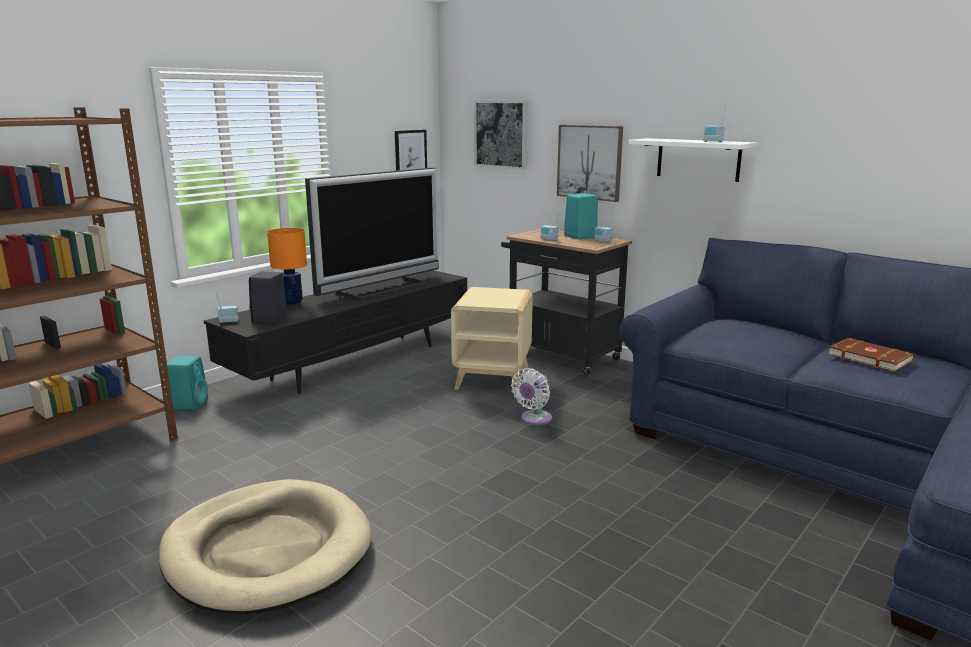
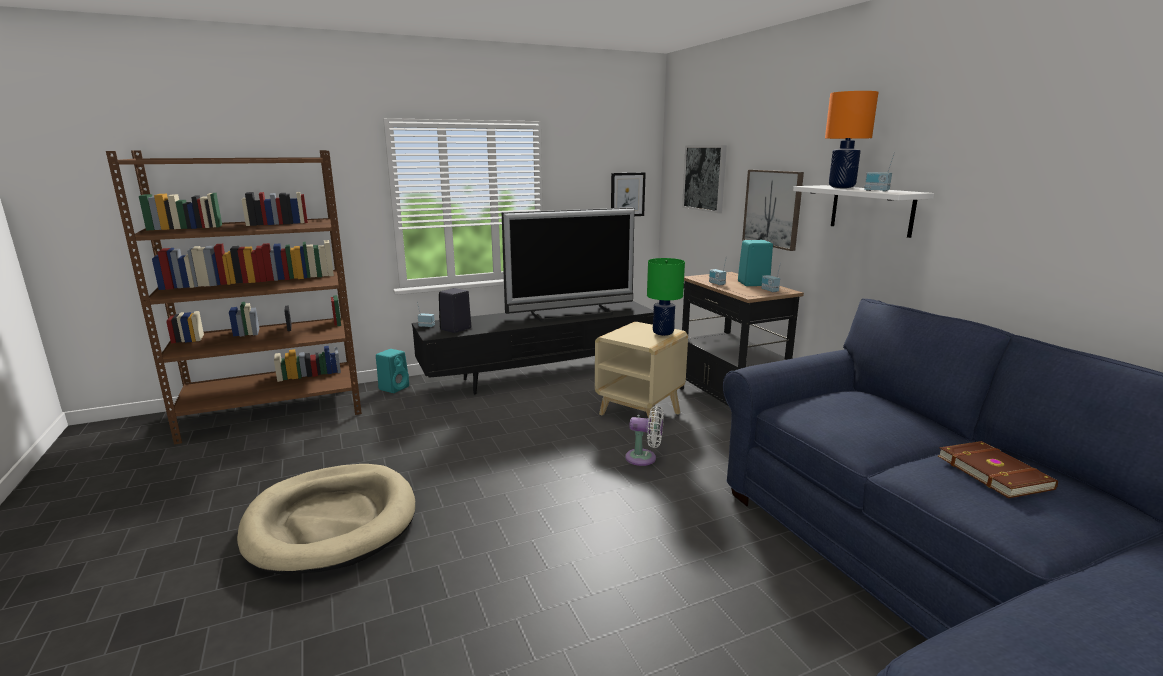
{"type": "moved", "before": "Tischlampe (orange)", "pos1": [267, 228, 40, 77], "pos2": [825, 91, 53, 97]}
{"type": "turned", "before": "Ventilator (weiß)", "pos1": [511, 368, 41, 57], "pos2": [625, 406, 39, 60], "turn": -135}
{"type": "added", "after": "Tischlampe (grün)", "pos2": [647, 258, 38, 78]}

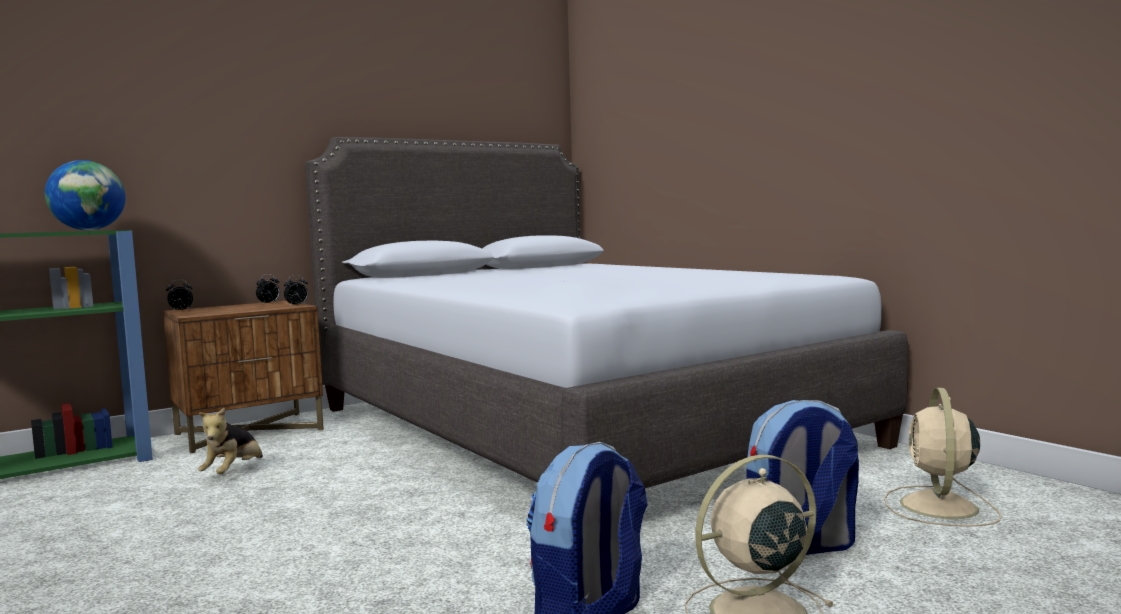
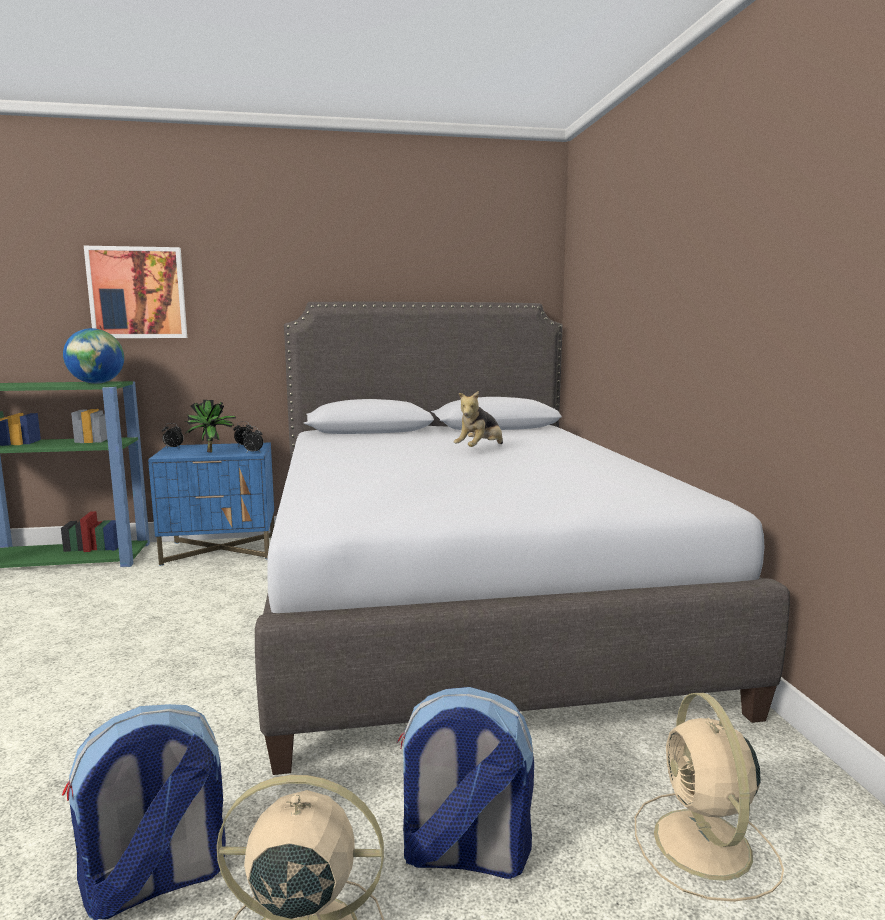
{"type": "recoloured", "before": "Nachttisch (braun)", "after": "Nachttisch (blau)", "pos1": [163, 301, 161, 153], "pos2": [148, 442, 126, 124]}
{"type": "turned", "before": "Ventilator (beige)", "pos1": [884, 388, 117, 139], "pos2": [635, 693, 149, 209], "turn": -45}
{"type": "moved", "before": "Plüschtier", "pos1": [198, 407, 65, 67], "pos2": [454, 391, 49, 56]}
{"type": "added", "after": "Bild", "pos2": [84, 246, 103, 92]}
{"type": "added", "after": "Topfpflanze", "pos2": [185, 400, 51, 53]}

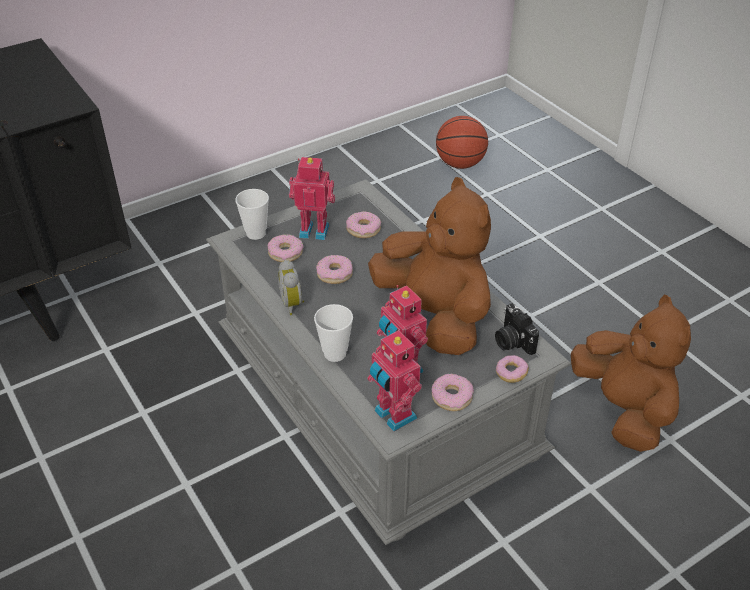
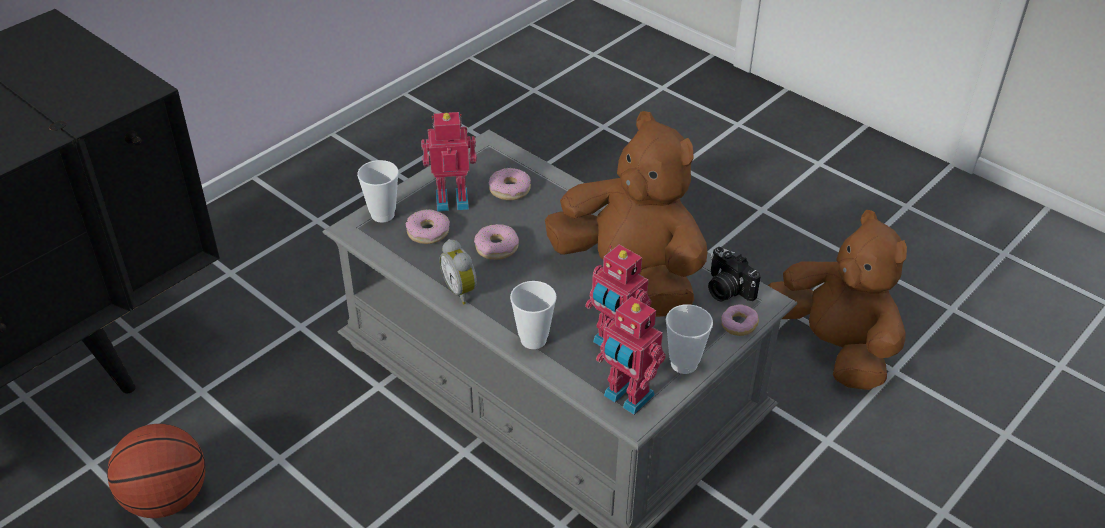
{"type": "moved", "before": "Basketball", "pos1": [436, 116, 52, 53], "pos2": [107, 424, 99, 94]}
{"type": "replaced", "before": "Donut", "after": "Tasse", "pos1": [432, 374, 42, 37], "pos2": [666, 304, 47, 70]}

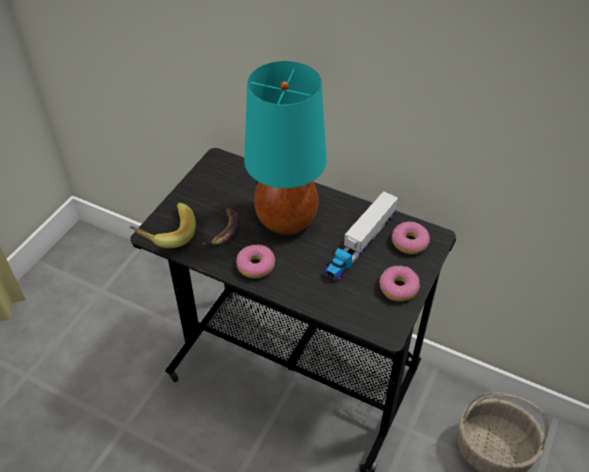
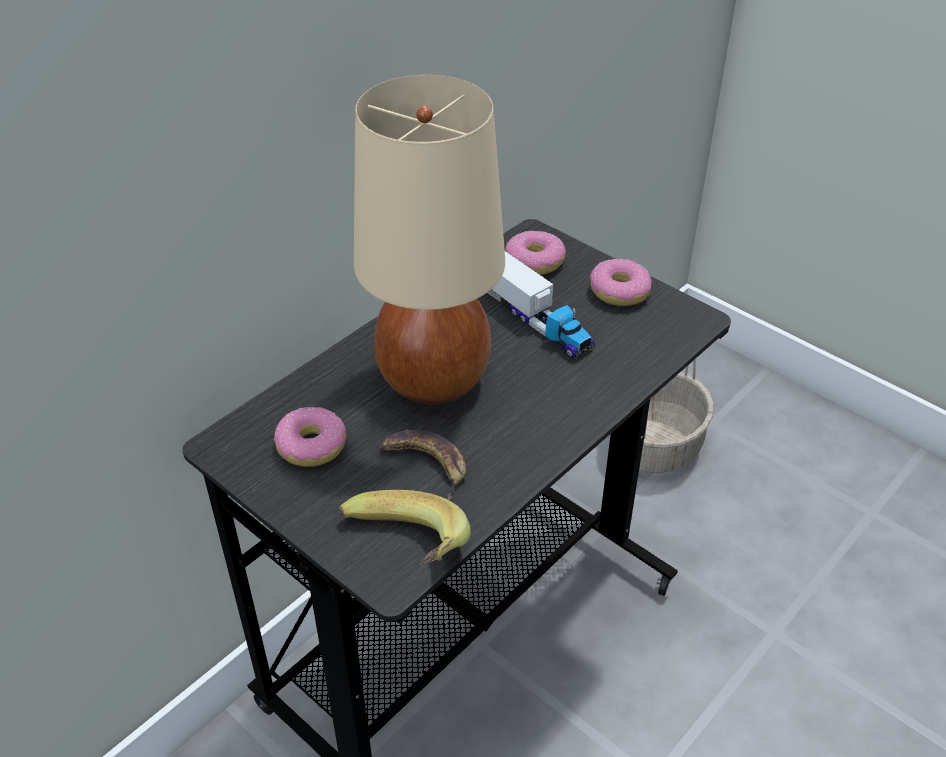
{"type": "recoloured", "before": "Tischlampe (türkis)", "after": "Tischlampe (beige)", "pos1": [244, 61, 83, 174], "pos2": [354, 75, 151, 329]}
{"type": "moved", "before": "Donut", "pos1": [236, 245, 39, 33], "pos2": [274, 407, 72, 60]}

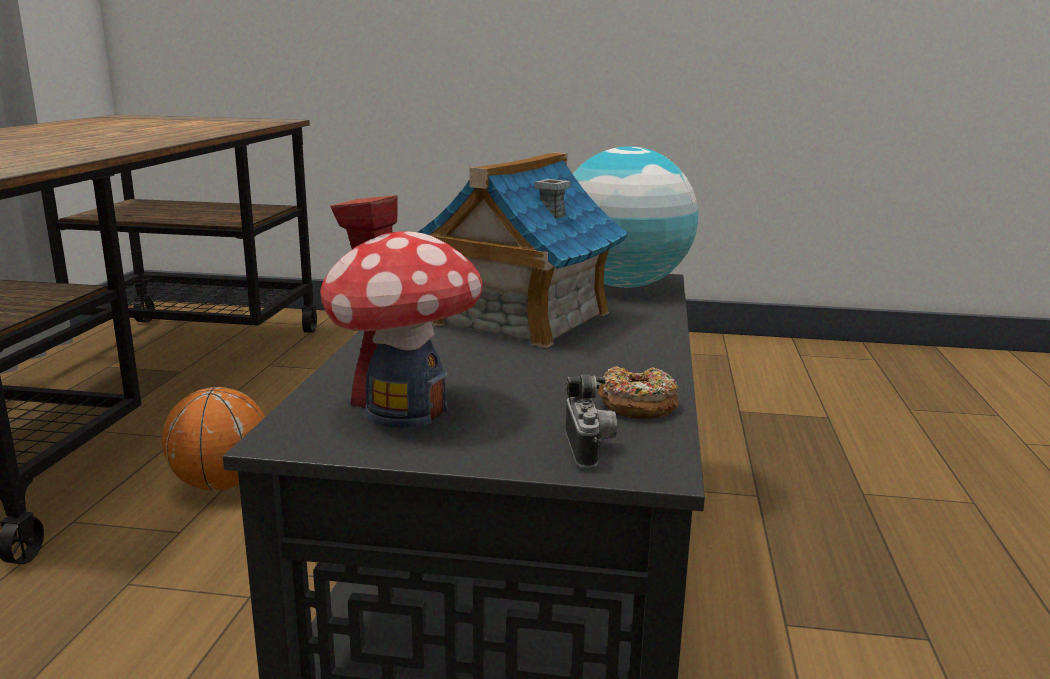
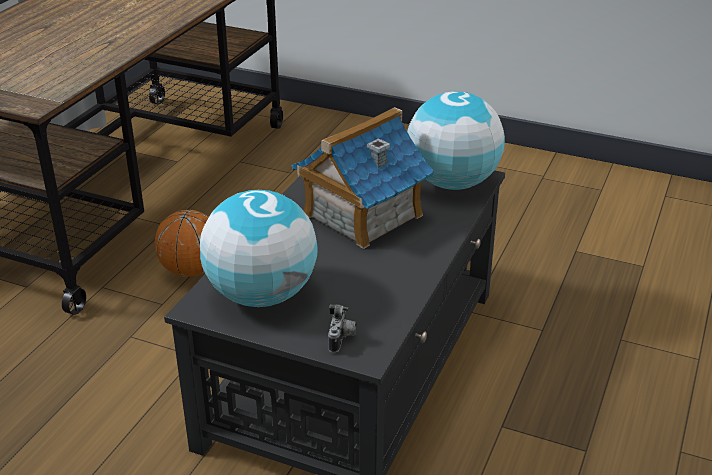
{"type": "replaced", "before": "Spielzeughaus", "after": "Globus", "pos1": [320, 195, 163, 233], "pos2": [200, 190, 118, 117]}
{"type": "removed", "before": "Donut", "pos1": [599, 366, 80, 53]}

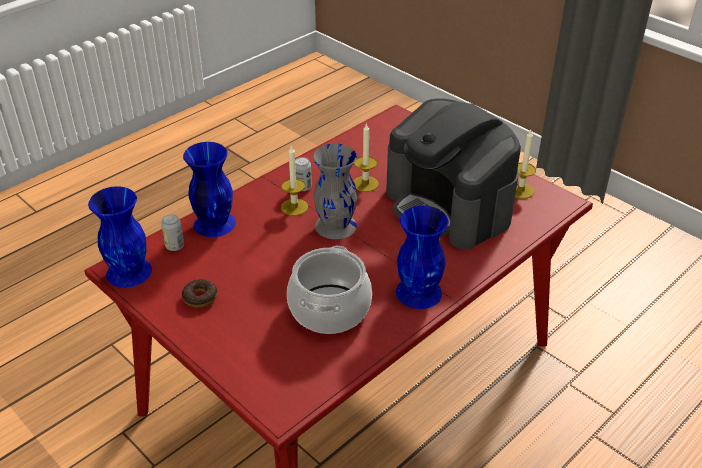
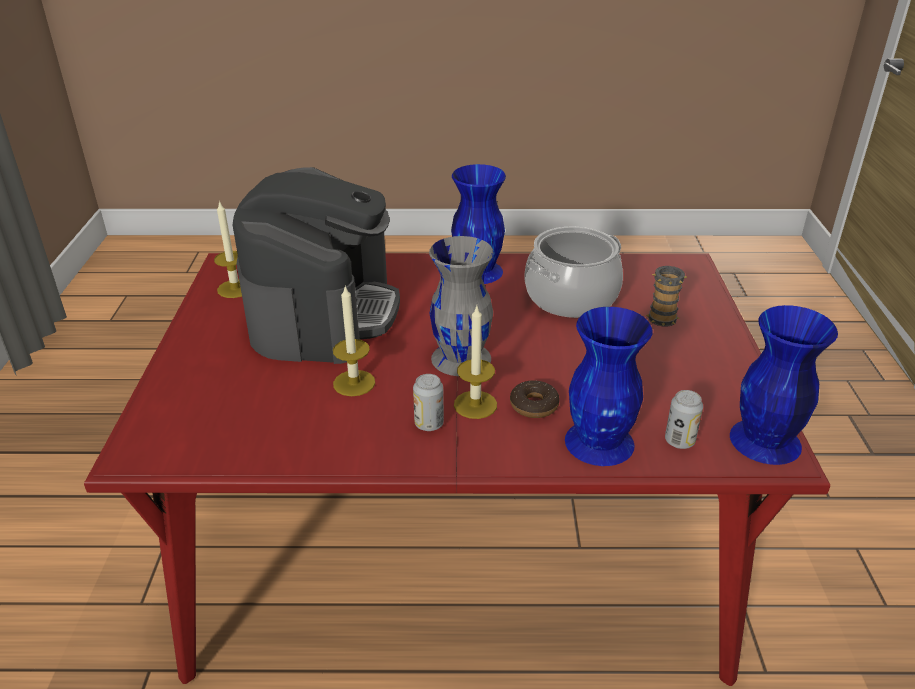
{"type": "moved", "before": "Donut", "pos1": [182, 279, 35, 29], "pos2": [510, 380, 50, 38]}
{"type": "added", "after": "Henkelbecher", "pos2": [646, 266, 41, 61]}

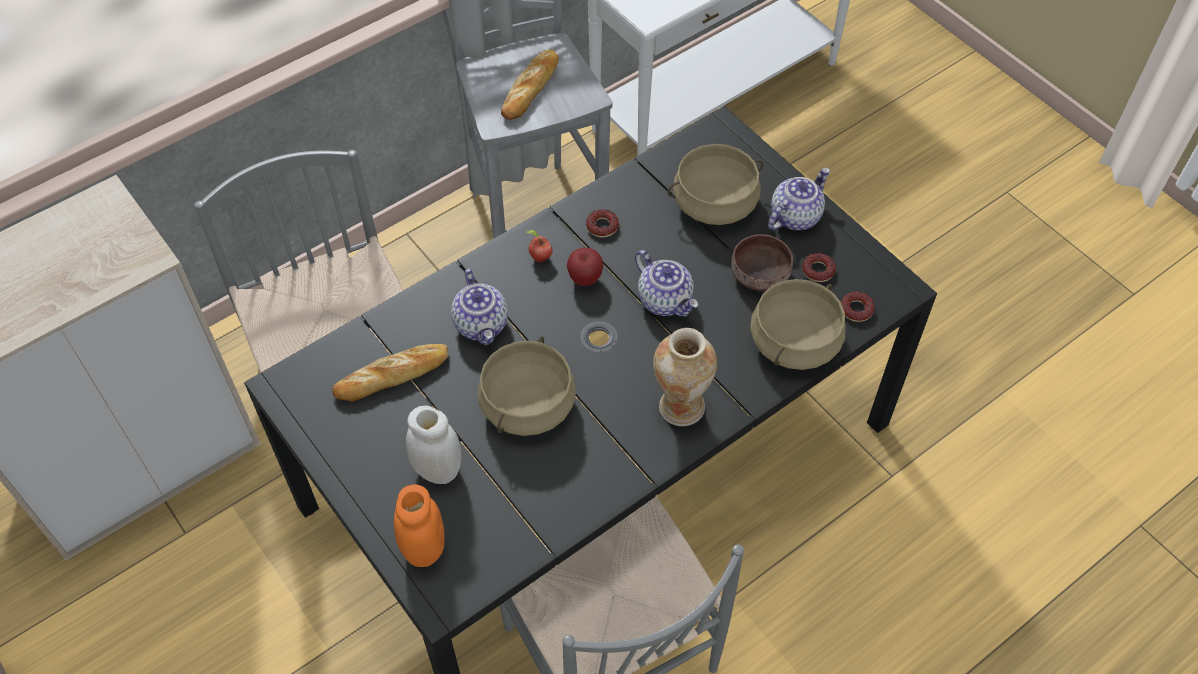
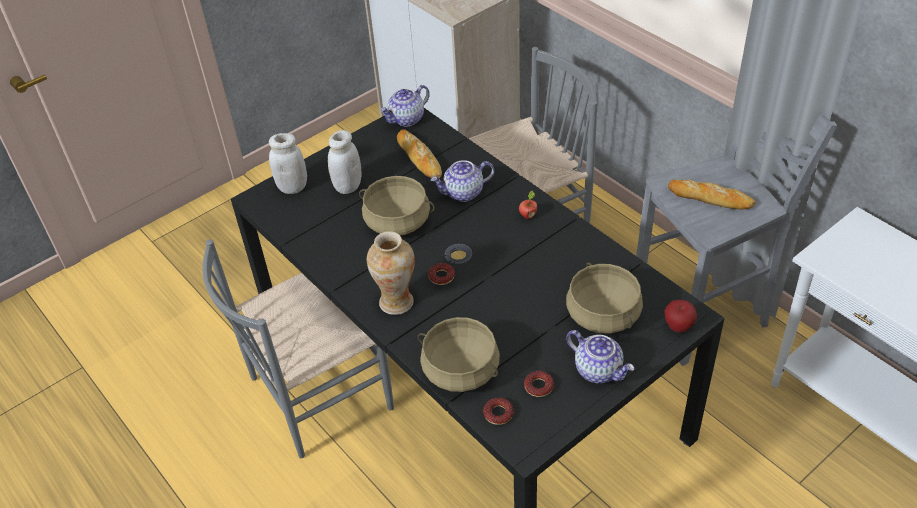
{"type": "moved", "before": "Donut", "pos1": [586, 209, 33, 28], "pos2": [428, 263, 27, 22]}
{"type": "removed", "before": "Schüssel (braun)", "pos1": [731, 234, 62, 57]}
{"type": "moved", "before": "Apfel", "pos1": [567, 248, 37, 38], "pos2": [664, 300, 33, 33]}
{"type": "moved", "before": "Teekanne", "pos1": [635, 250, 63, 66], "pos2": [380, 85, 50, 42]}
{"type": "recoloured", "before": "Vorratsglas (orange)", "after": "Vorratsglas (weiß)", "pos1": [394, 484, 51, 83], "pos2": [269, 133, 38, 61]}

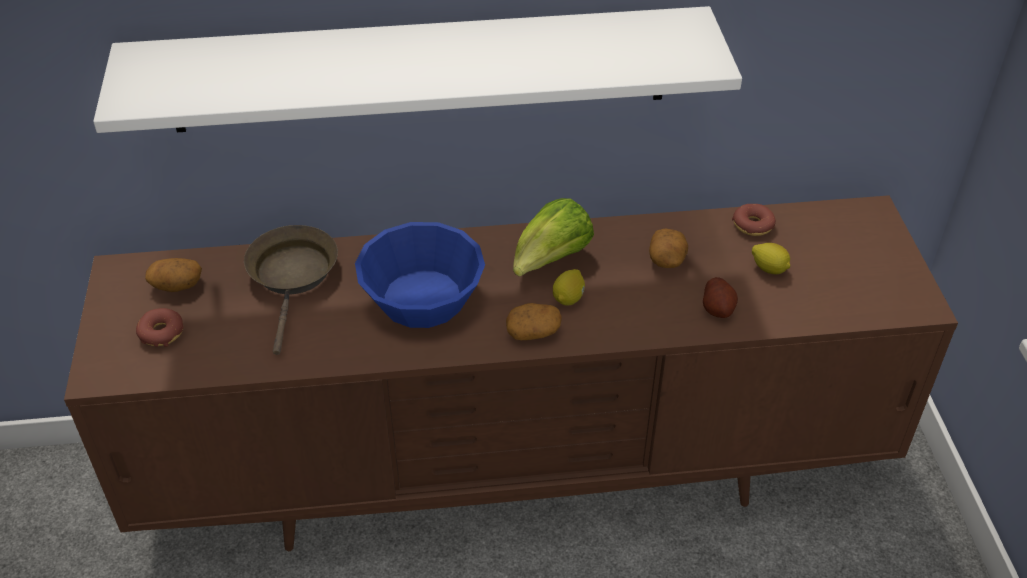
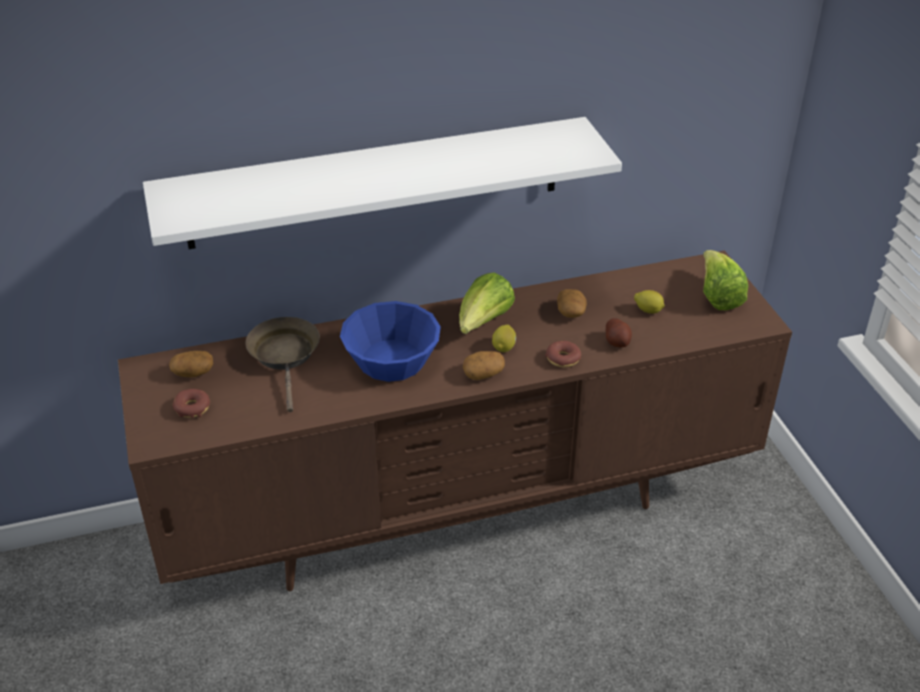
{"type": "moved", "before": "Donut", "pos1": [732, 204, 44, 32], "pos2": [545, 341, 36, 27]}
{"type": "added", "after": "Salatkopf", "pos2": [703, 250, 45, 60]}

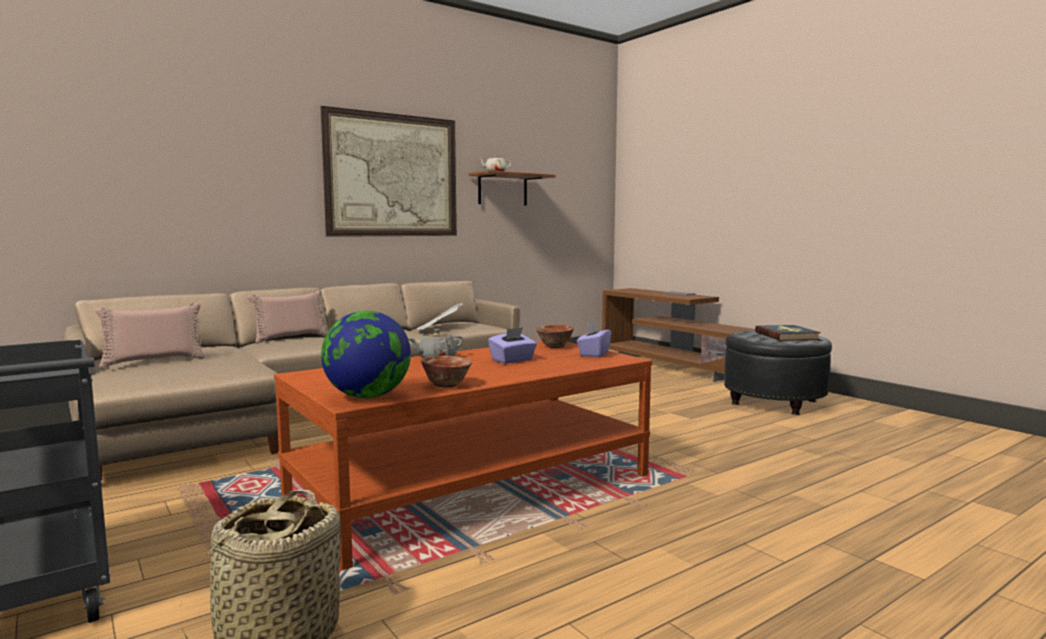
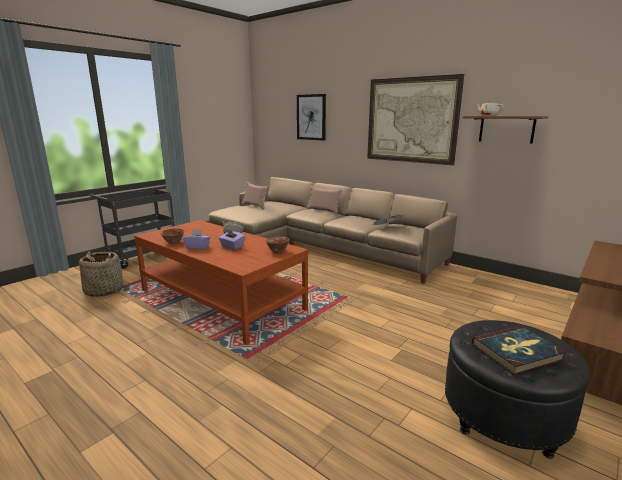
{"type": "removed", "before": "Globus", "pos1": [321, 311, 90, 87]}
{"type": "moved", "before": "Taschentuchbox (lila)", "pos1": [577, 322, 34, 35], "pos2": [183, 229, 27, 20]}
{"type": "added", "after": "Bild", "pos2": [297, 94, 29, 47]}

